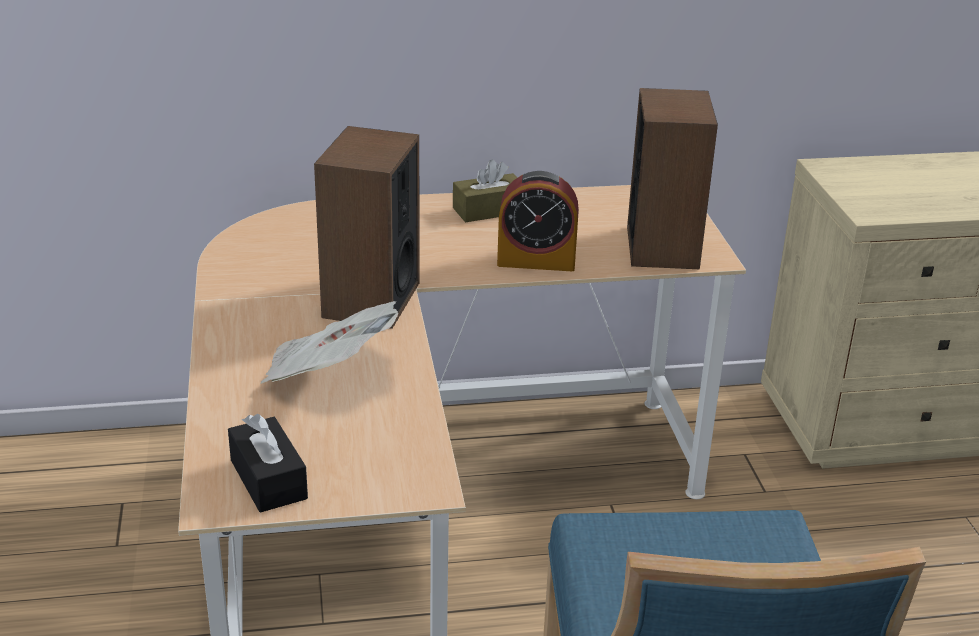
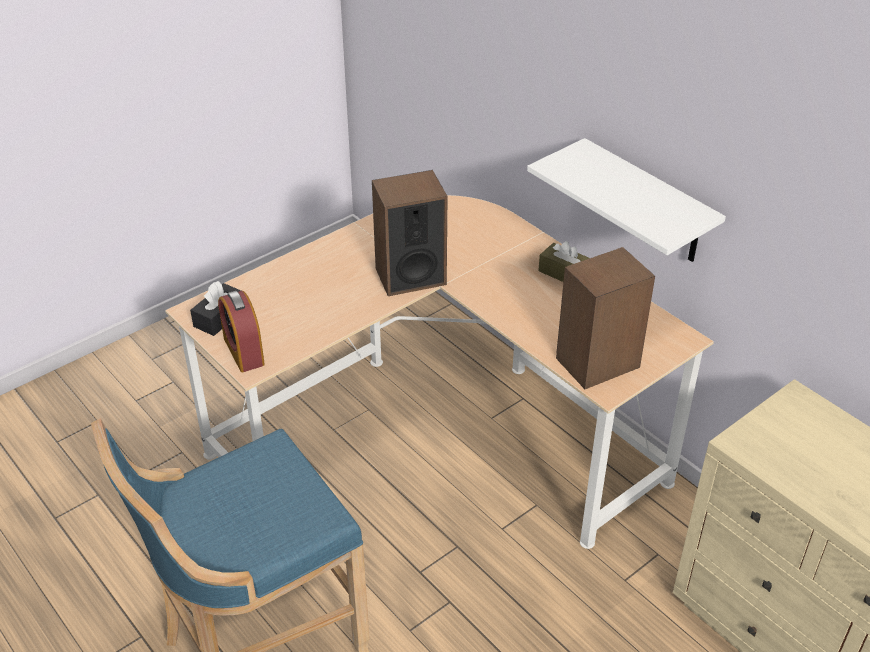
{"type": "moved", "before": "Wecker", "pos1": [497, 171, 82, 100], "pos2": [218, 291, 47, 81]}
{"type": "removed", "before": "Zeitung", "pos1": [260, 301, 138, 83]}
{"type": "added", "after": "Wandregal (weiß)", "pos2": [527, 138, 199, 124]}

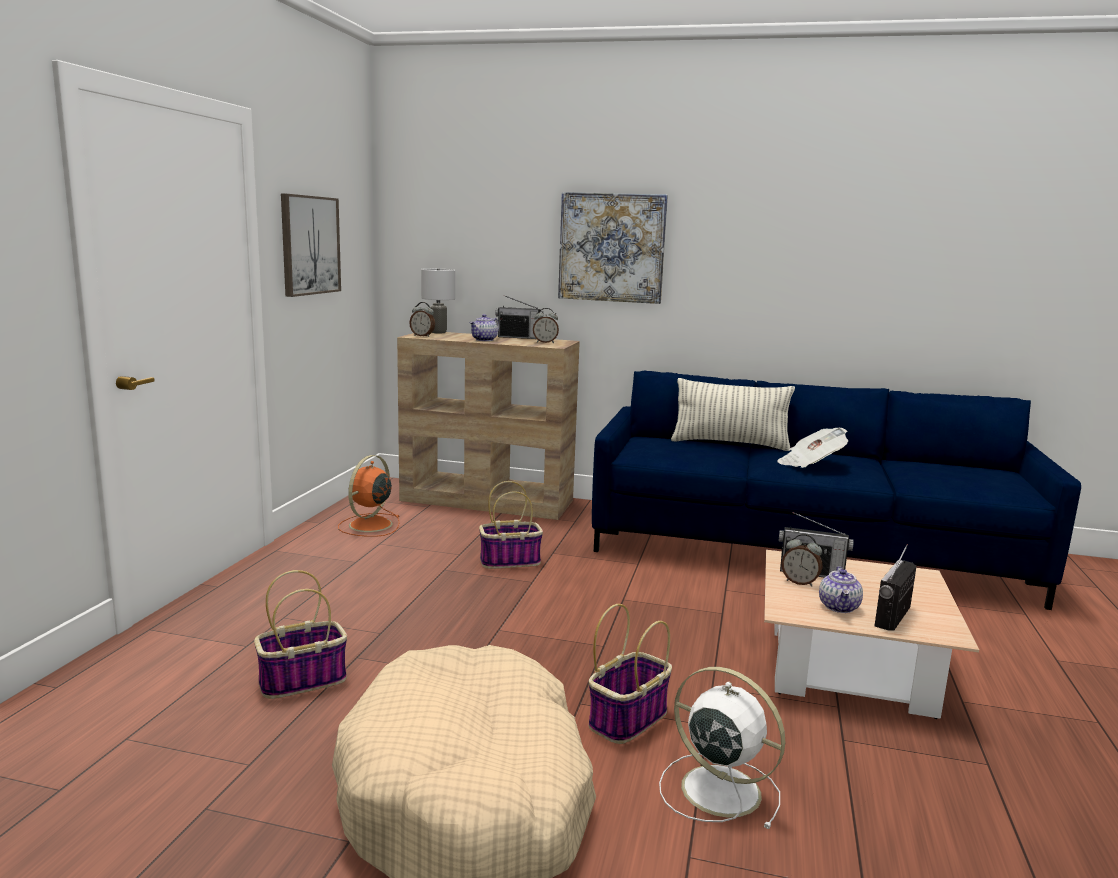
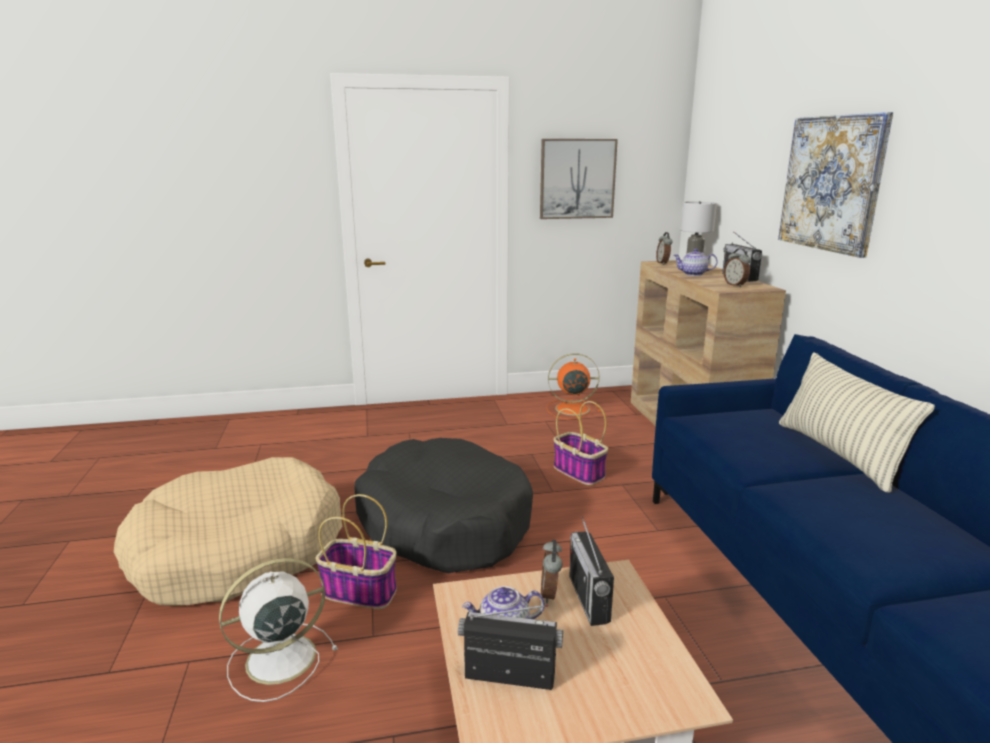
{"type": "removed", "before": "Zeitung", "pos1": [777, 428, 71, 40]}
{"type": "removed", "before": "Korb", "pos1": [254, 570, 93, 129]}
{"type": "turned", "before": "Ventilator (weiß)", "pos1": [659, 667, 126, 162], "pos2": [219, 558, 119, 144], "turn": -135}
{"type": "added", "after": "Hundebett (schwarz)", "pos2": [355, 438, 178, 135]}

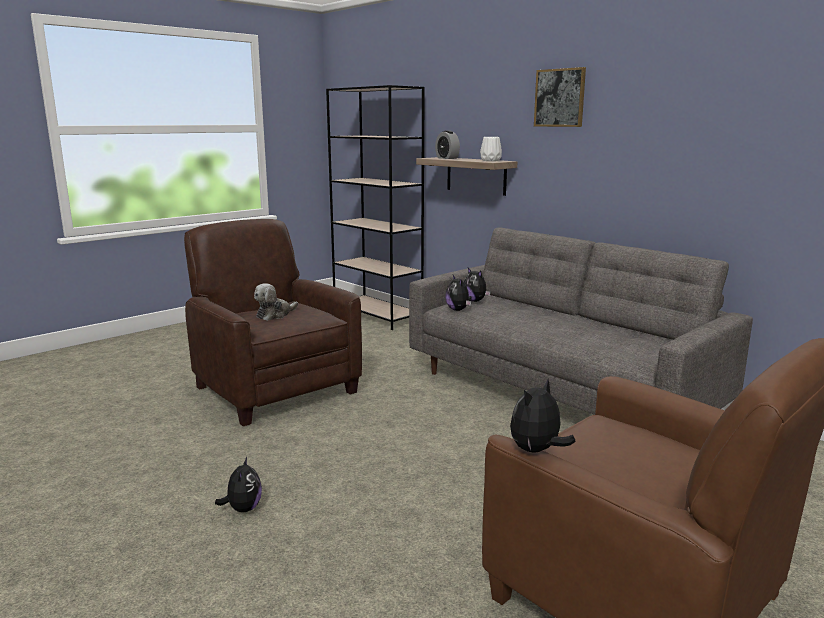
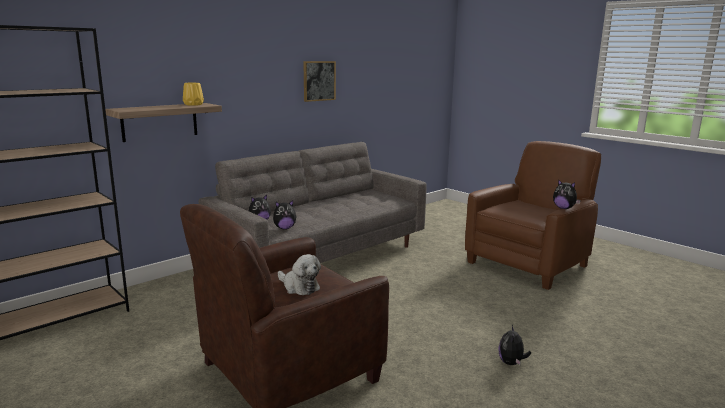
{"type": "moved", "before": "Bild", "pos1": [534, 67, 52, 60], "pos2": [303, 61, 33, 41]}
{"type": "removed", "before": "Wecker", "pos1": [435, 130, 25, 29]}
{"type": "recoloured", "before": "Vase (weiß)", "after": "Vase (gelb)", "pos1": [480, 137, 22, 24], "pos2": [183, 83, 21, 23]}
{"type": "turned", "before": "Plüschtier", "pos1": [215, 457, 47, 55], "pos2": [498, 325, 33, 40], "turn": -75}

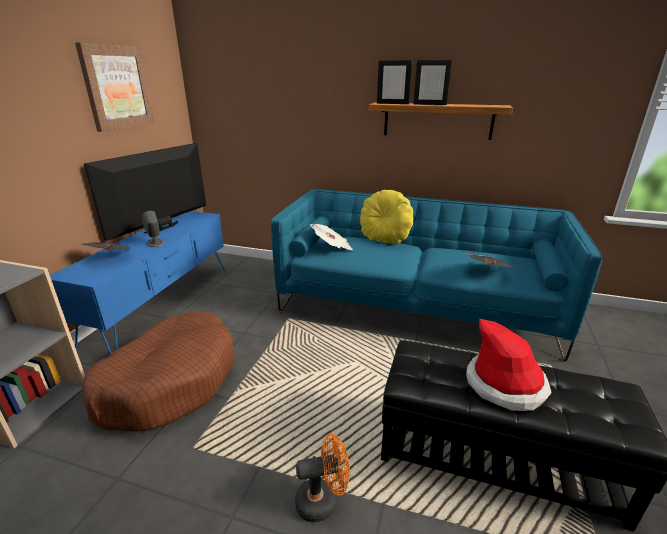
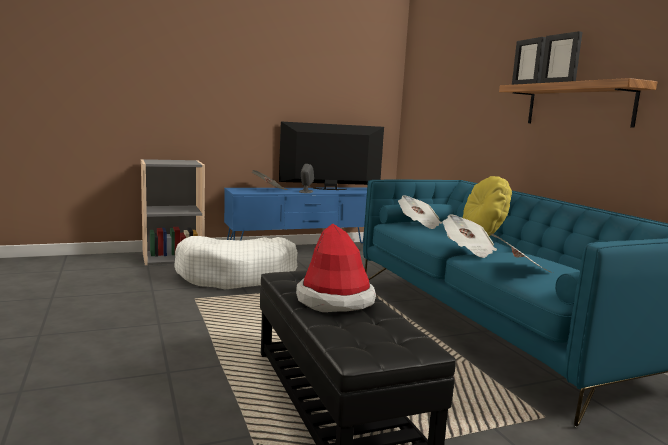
{"type": "removed", "before": "Bild", "pos1": [75, 42, 80, 90]}
{"type": "recoloured", "before": "Hundebett (braun)", "after": "Hundebett (weiß)", "pos1": [82, 311, 153, 121], "pos2": [174, 236, 124, 54]}
{"type": "removed", "before": "Ventilator (orange)", "pos1": [295, 434, 55, 88]}
{"type": "added", "after": "Zeitung", "pos2": [442, 215, 55, 43]}

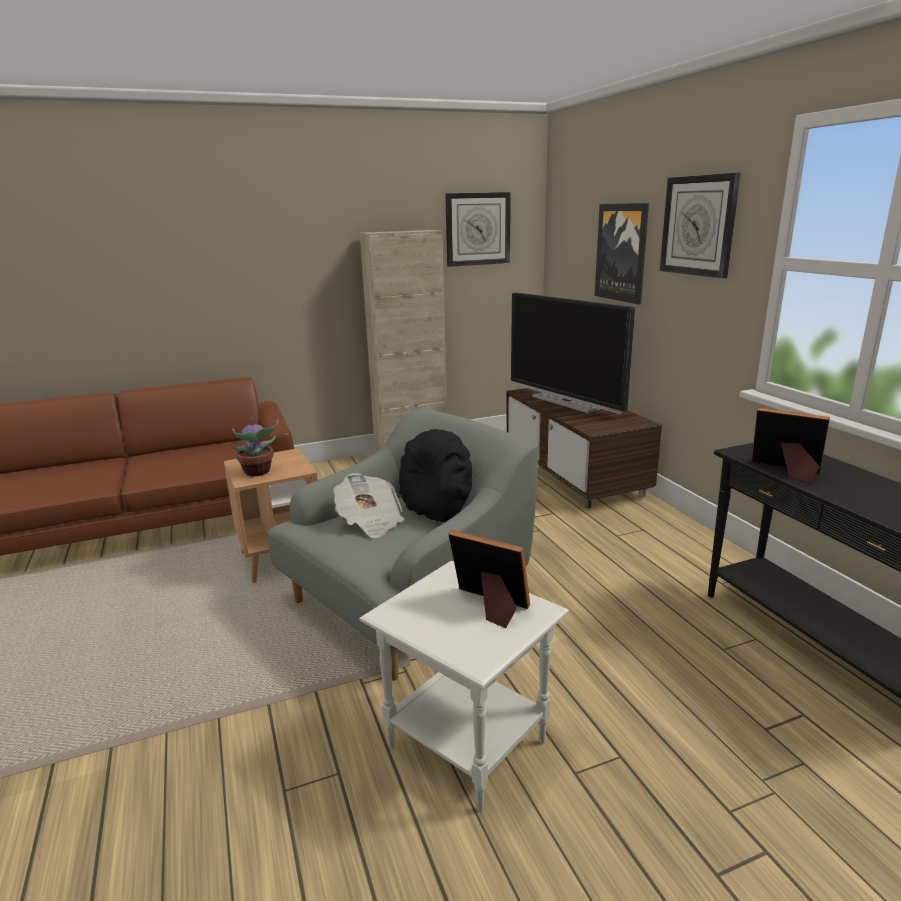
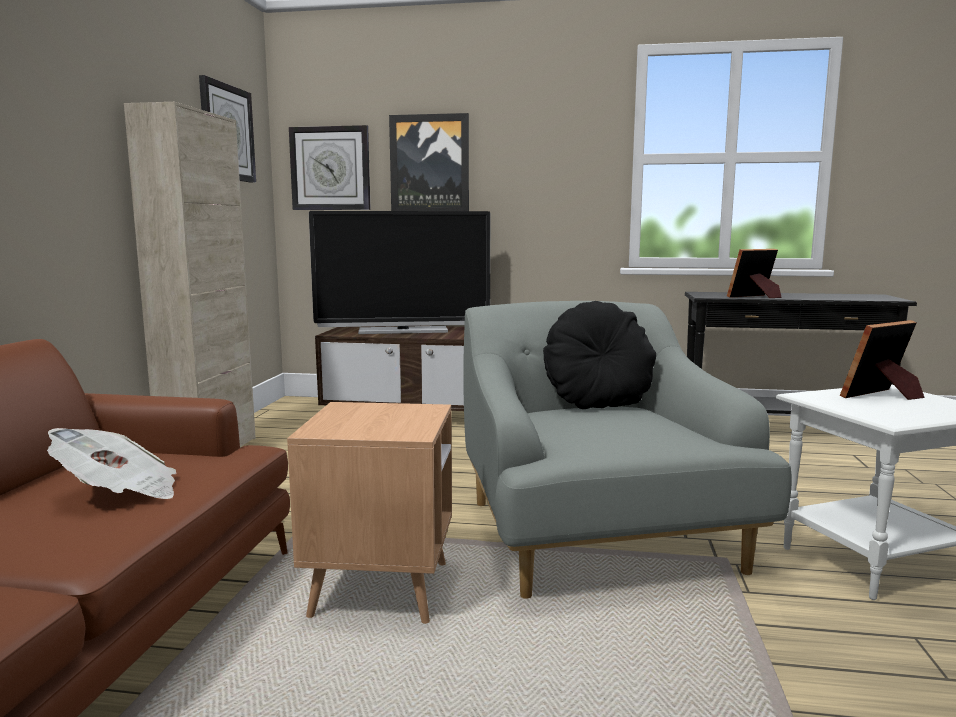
{"type": "moved", "before": "Wanduhr", "pos1": [660, 173, 80, 105], "pos2": [289, 125, 82, 85]}
{"type": "removed", "before": "Topfpflanze", "pos1": [230, 417, 49, 59]}
{"type": "moved", "before": "Zeitung", "pos1": [333, 473, 71, 65], "pos2": [47, 428, 129, 71]}

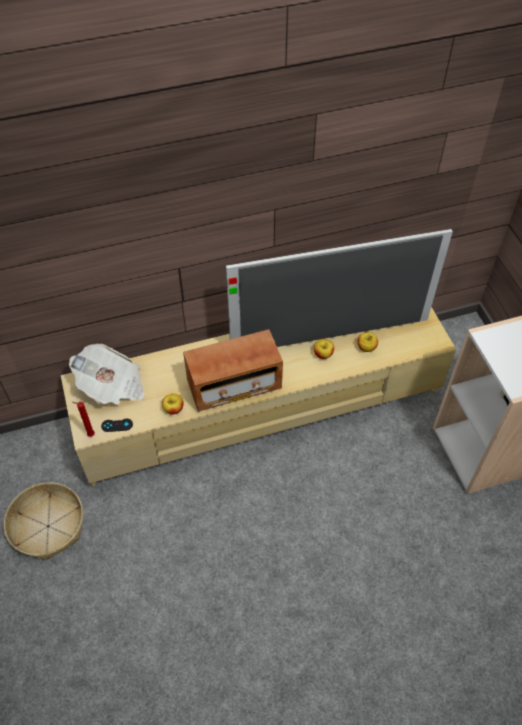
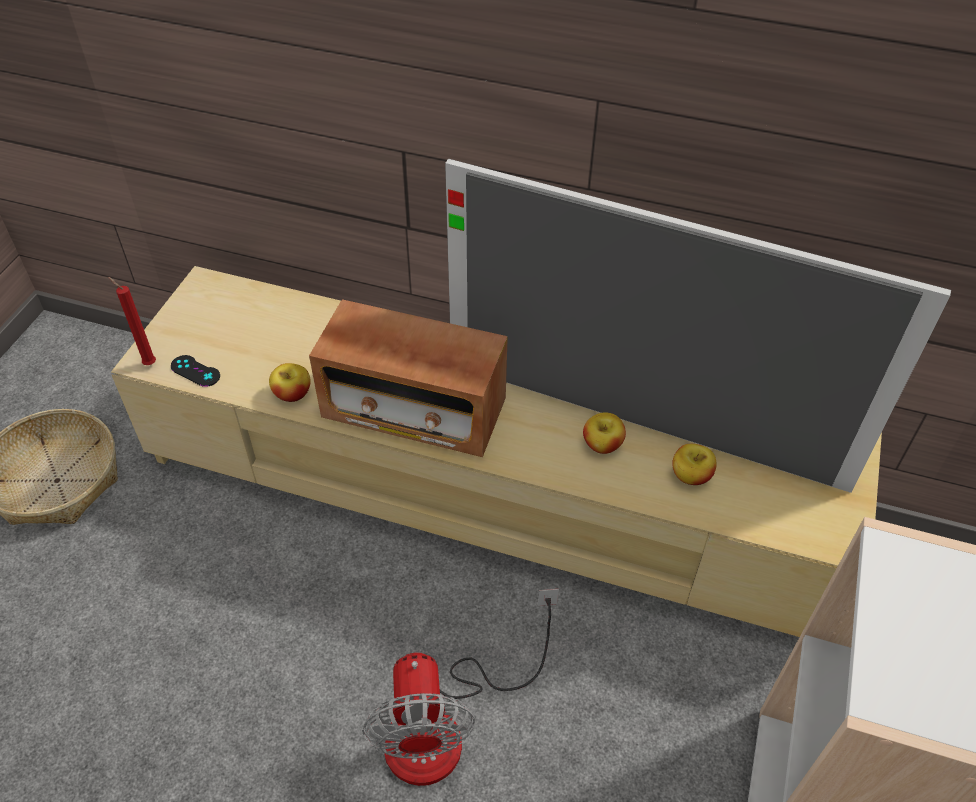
{"type": "removed", "before": "Zeitung", "pos1": [69, 344, 76, 61]}
{"type": "added", "after": "Ventilator", "pos2": [362, 589, 197, 197]}

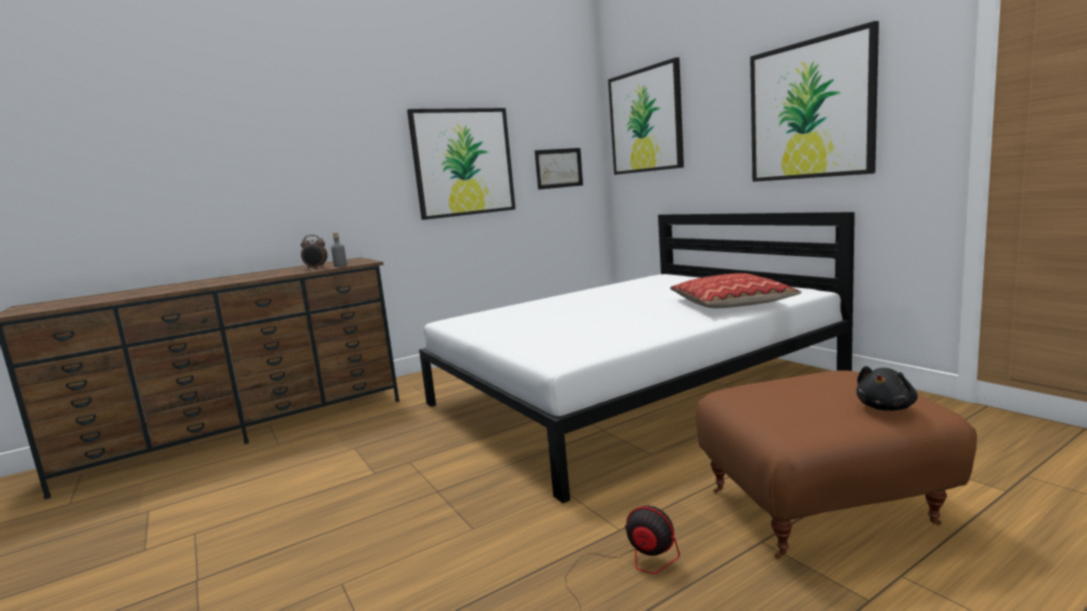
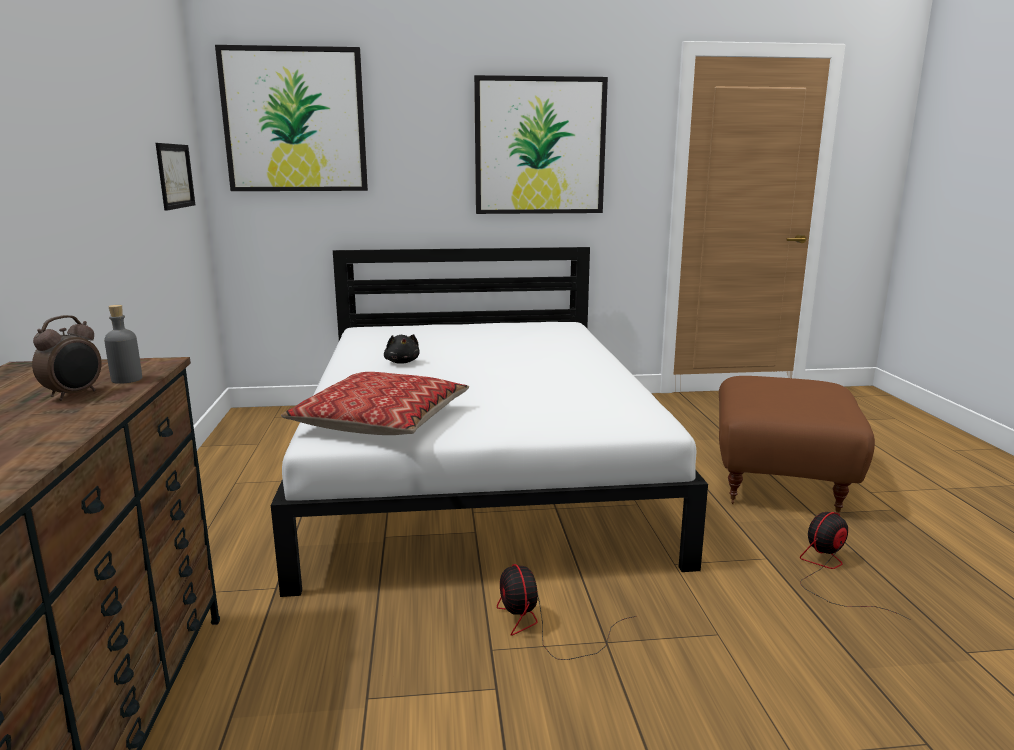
{"type": "removed", "before": "Bild", "pos1": [407, 108, 109, 112]}
{"type": "moved", "before": "Kissen", "pos1": [670, 273, 131, 35], "pos2": [281, 372, 188, 63]}
{"type": "moved", "before": "Plüschtier (schwarz)", "pos1": [856, 366, 62, 45], "pos2": [384, 334, 35, 30]}
{"type": "added", "after": "Ventilator", "pos2": [497, 564, 139, 96]}

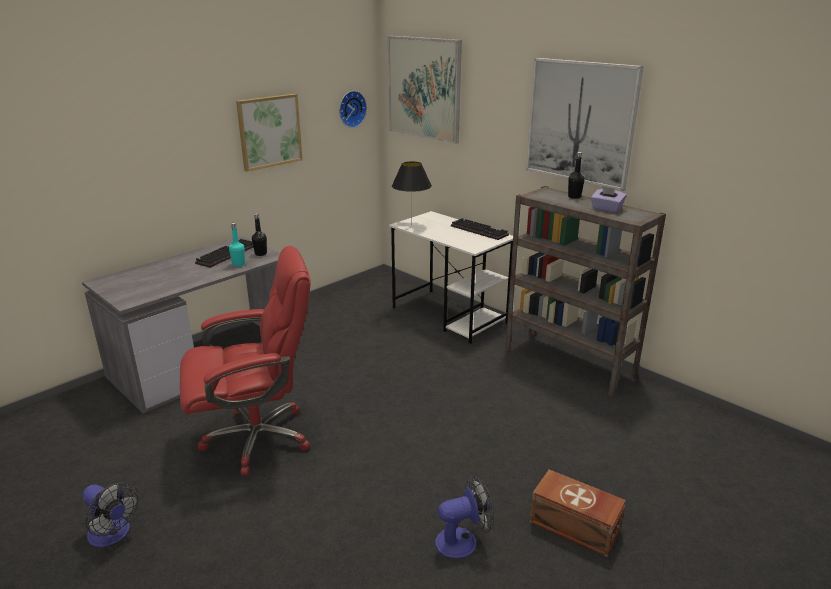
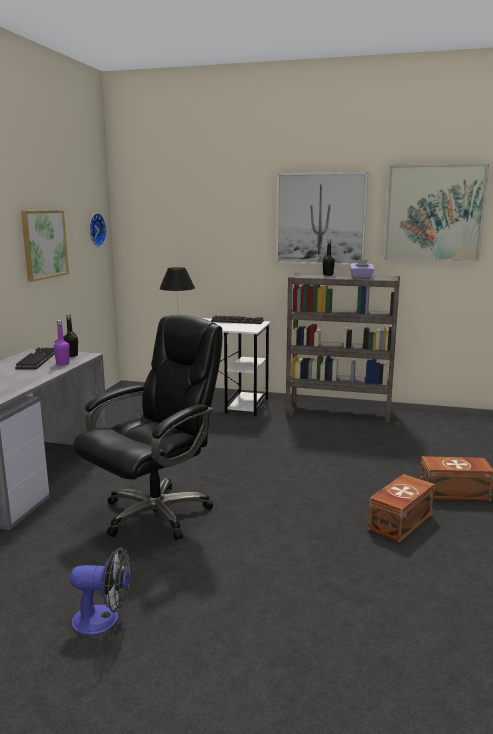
{"type": "moved", "before": "Bild", "pos1": [388, 36, 74, 108], "pos2": [384, 164, 105, 98]}
{"type": "recoloured", "before": "Flasche (türkis)", "after": "Flasche (lila)", "pos1": [229, 223, 16, 44], "pos2": [53, 320, 17, 45]}
{"type": "recoloured", "before": "Bürostuhl (rot)", "after": "Bürostuhl (schwarz)", "pos1": [180, 246, 131, 230], "pos2": [73, 315, 150, 225]}
{"type": "replaced", "before": "Ventilator", "after": "Aufbewahrungsbox (braun)", "pos1": [435, 476, 59, 82], "pos2": [368, 474, 67, 68]}

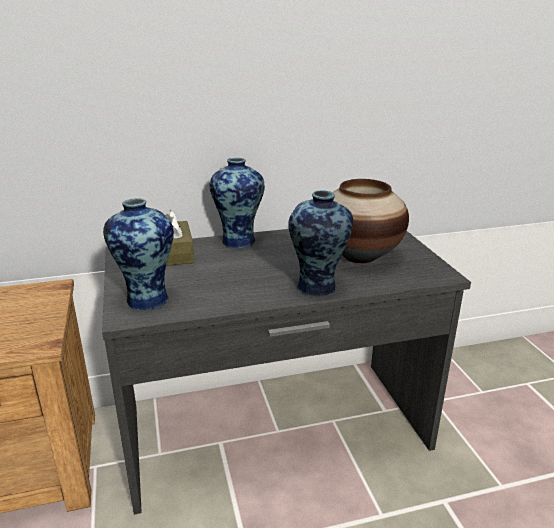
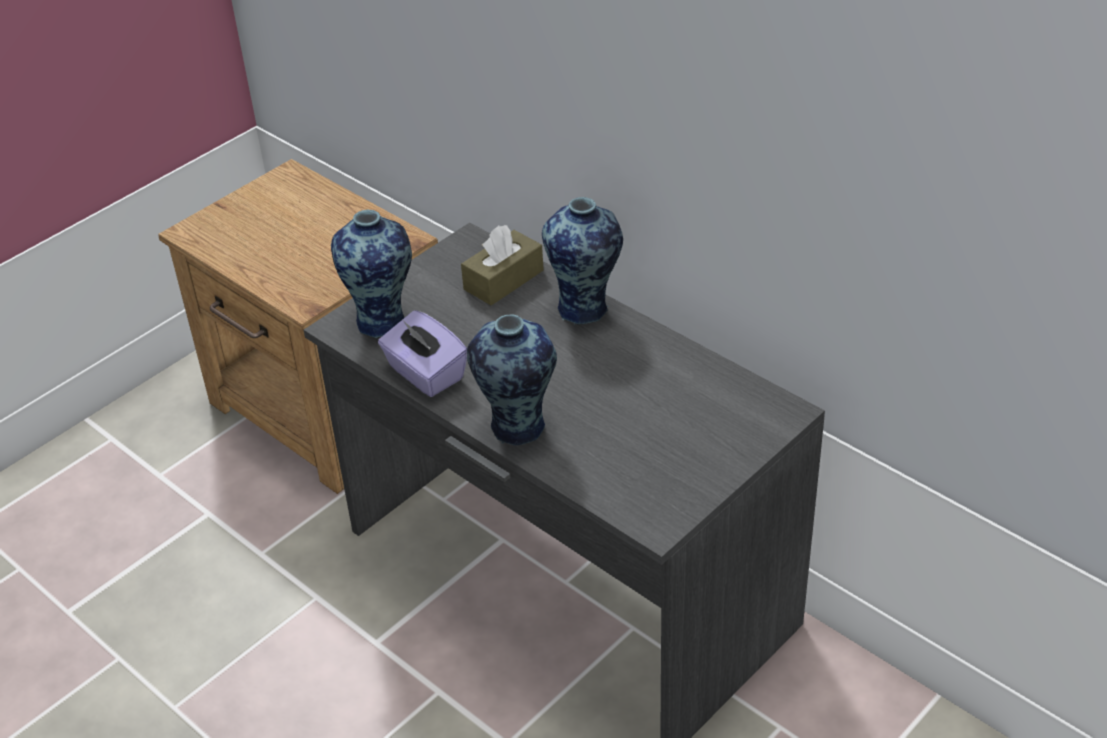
{"type": "removed", "before": "Vase", "pos1": [332, 179, 77, 85]}
{"type": "added", "after": "Taschentuchbox (lila)", "pos2": [378, 310, 89, 87]}

